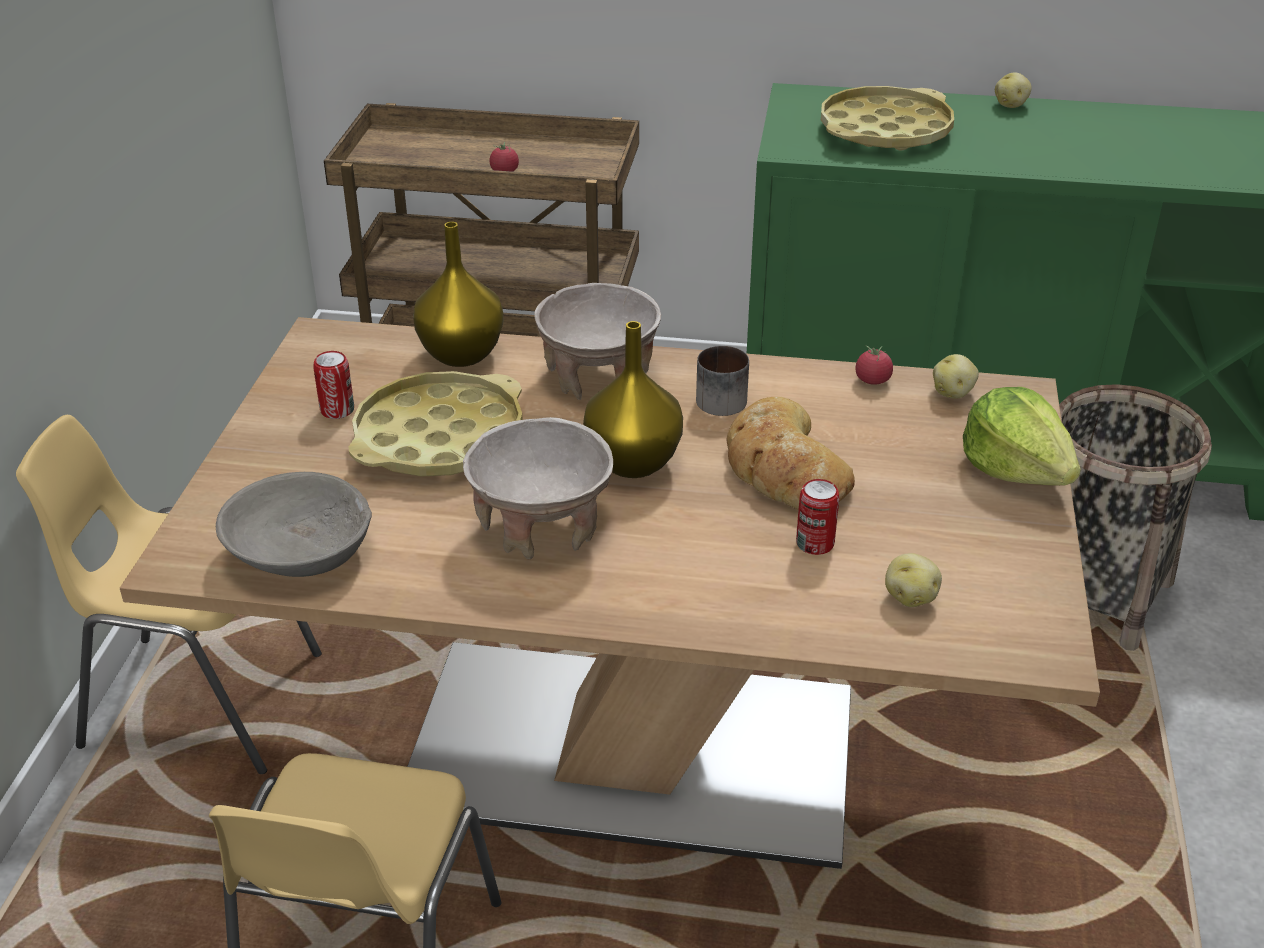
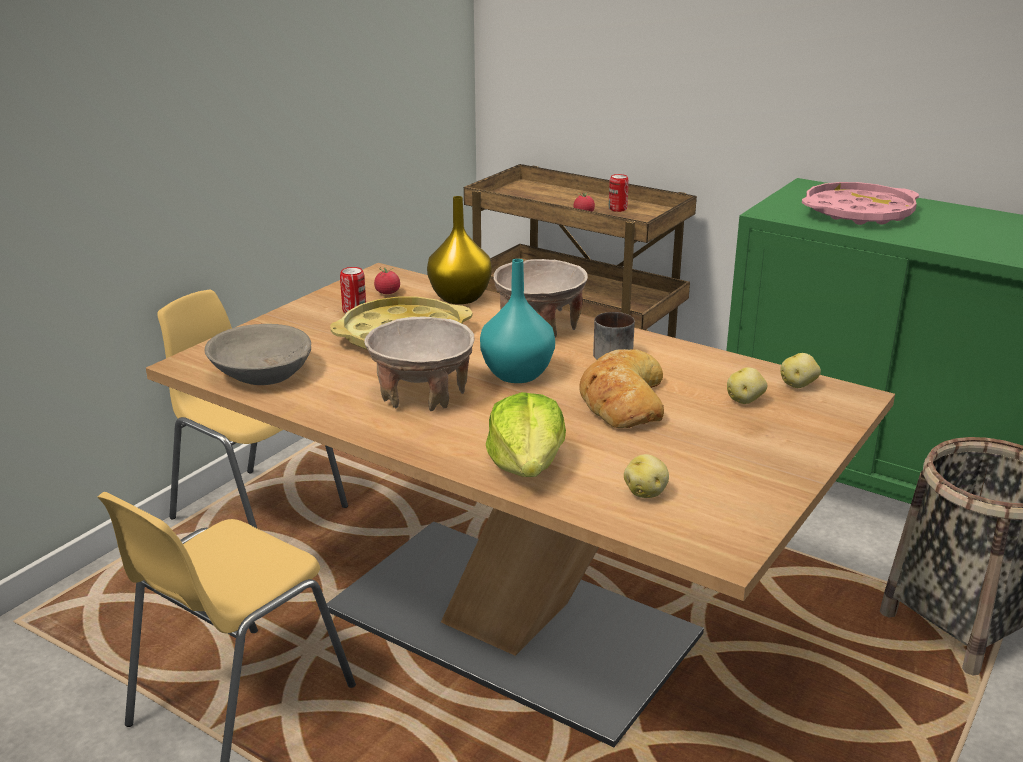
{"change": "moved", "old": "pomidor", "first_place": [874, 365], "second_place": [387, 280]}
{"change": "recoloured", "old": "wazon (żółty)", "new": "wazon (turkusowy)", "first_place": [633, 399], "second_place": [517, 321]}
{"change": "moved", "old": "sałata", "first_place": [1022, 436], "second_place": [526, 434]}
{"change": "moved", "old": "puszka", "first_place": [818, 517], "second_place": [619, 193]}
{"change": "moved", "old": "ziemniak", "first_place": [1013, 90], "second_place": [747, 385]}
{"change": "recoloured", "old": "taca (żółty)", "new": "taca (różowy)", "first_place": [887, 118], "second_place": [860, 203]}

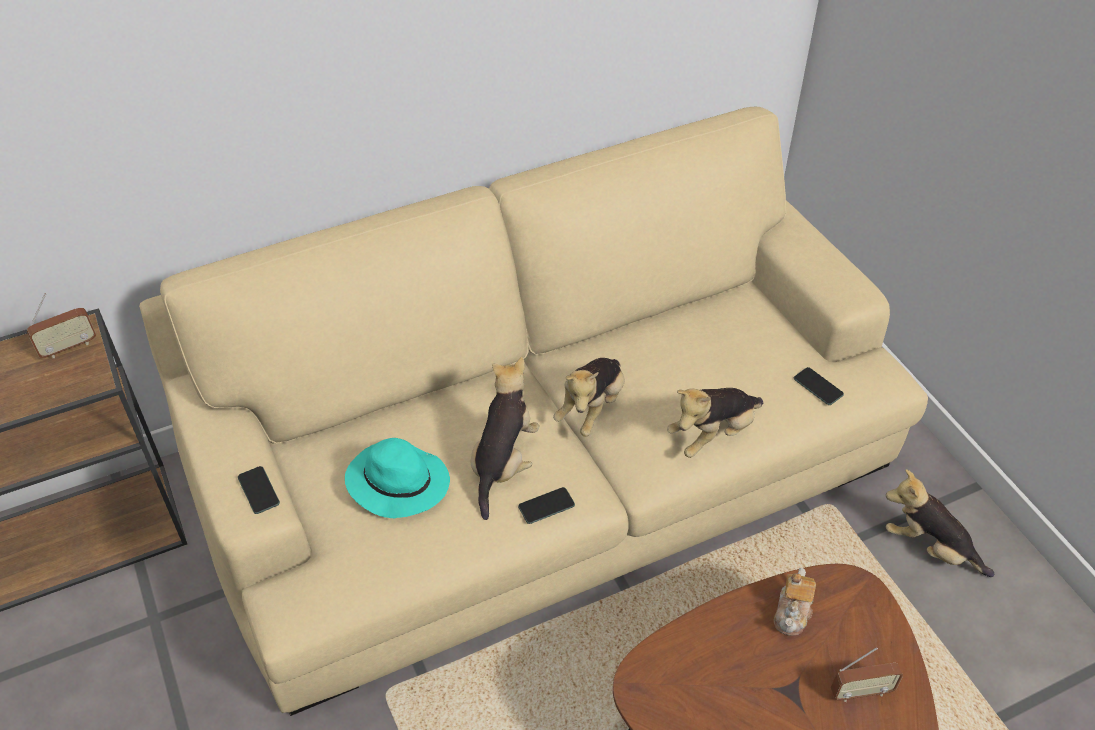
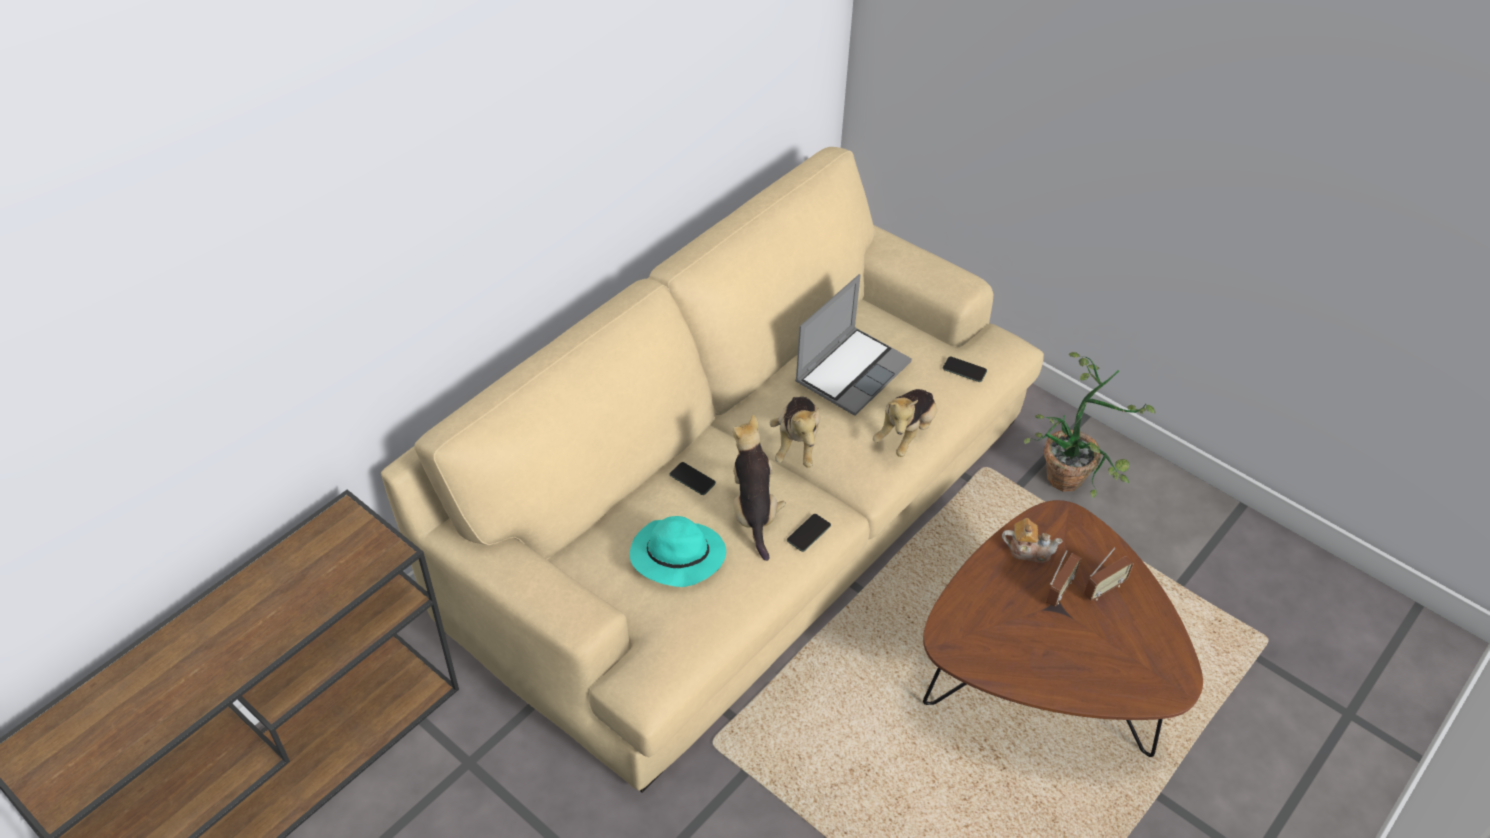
{"change": "moved", "old": "telefon", "first_place": [259, 490], "second_place": [693, 478]}
{"change": "added", "new": "laptop", "second_place": [853, 345]}
{"change": "turned", "old": "imbryk", "first_place": [795, 602], "second_place": [1032, 540], "degrees": -75}
{"change": "replaced", "old": "pluszak", "new": "roślina doniczkowa", "first_place": [940, 523], "second_place": [1090, 425]}
{"change": "moved", "old": "radio", "first_place": [61, 325], "second_place": [1064, 578]}

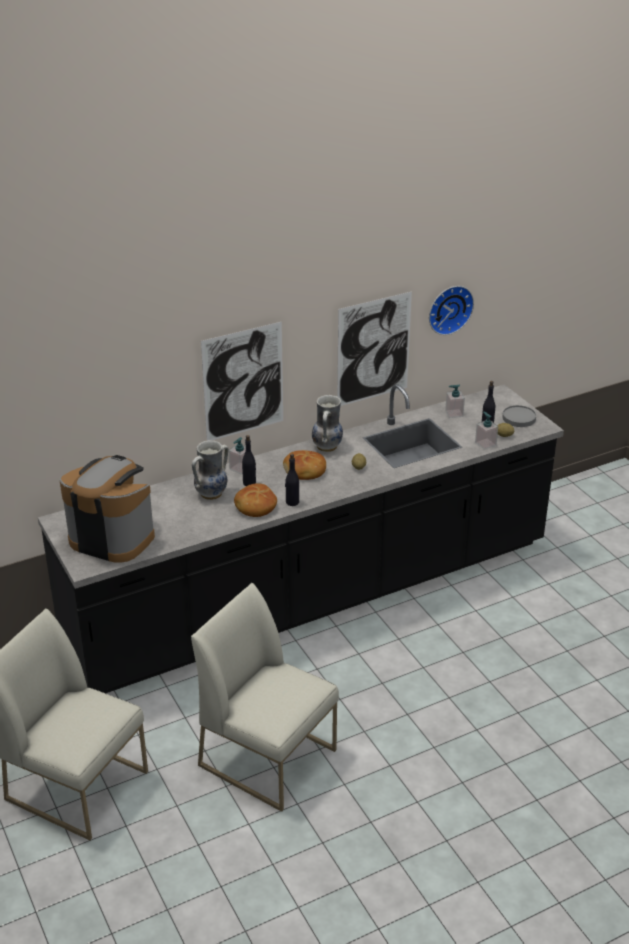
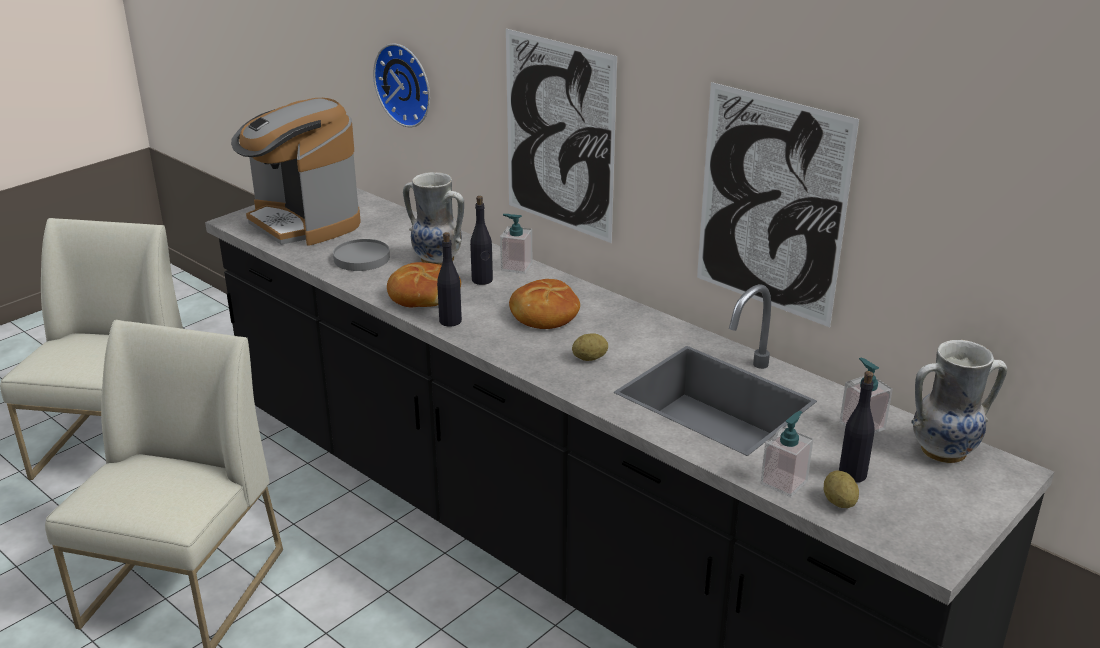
{"change": "turned", "old": "ekspres do kawy", "first_place": [107, 509], "second_place": [296, 172], "degrees": 135}
{"change": "moved", "old": "talerz (szary)", "first_place": [519, 416], "second_place": [361, 255]}
{"change": "moved", "old": "zegar ścienny", "first_place": [451, 310], "second_place": [401, 85]}
{"change": "moved", "old": "wazon", "first_place": [327, 423], "second_place": [959, 401]}

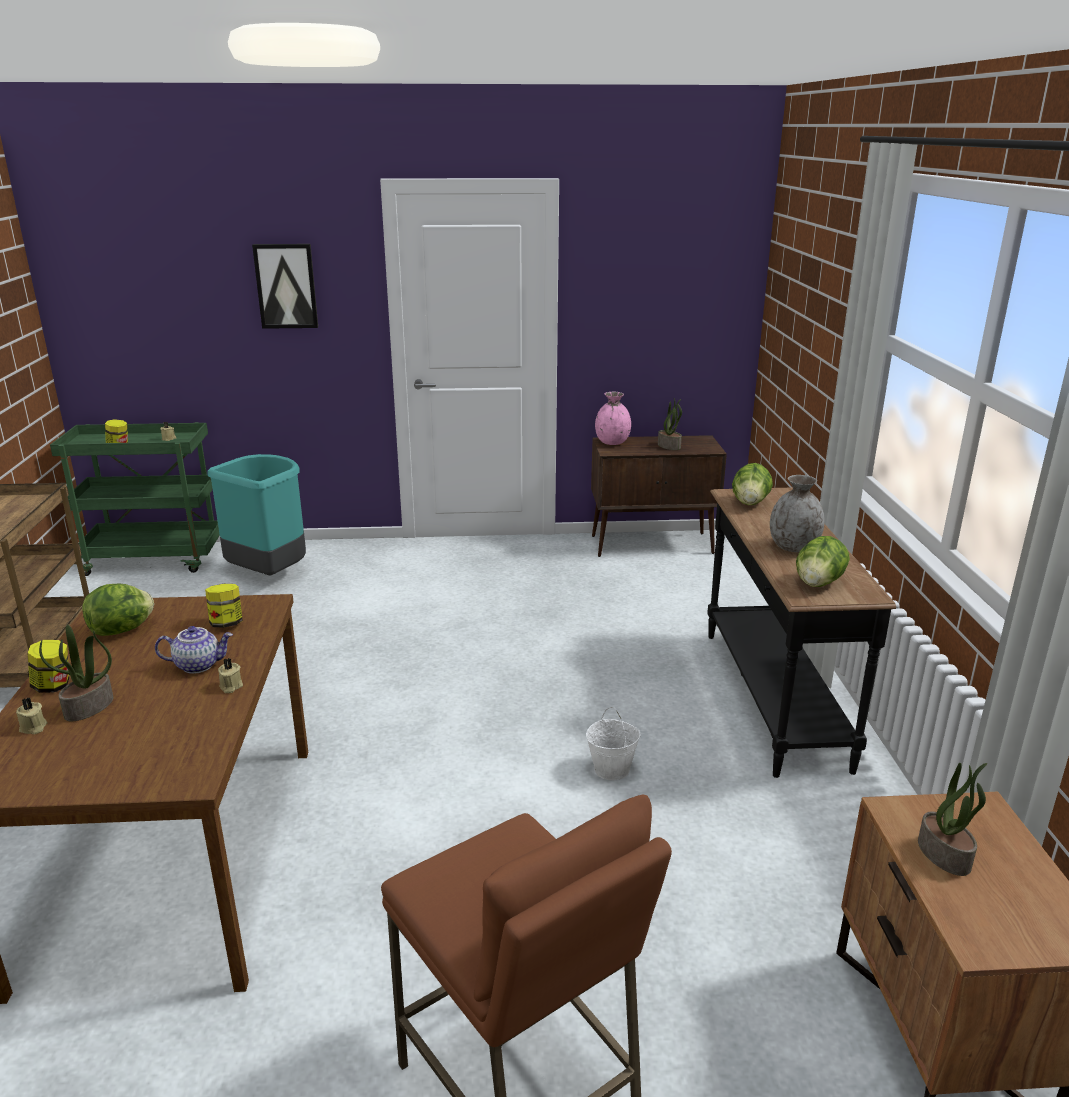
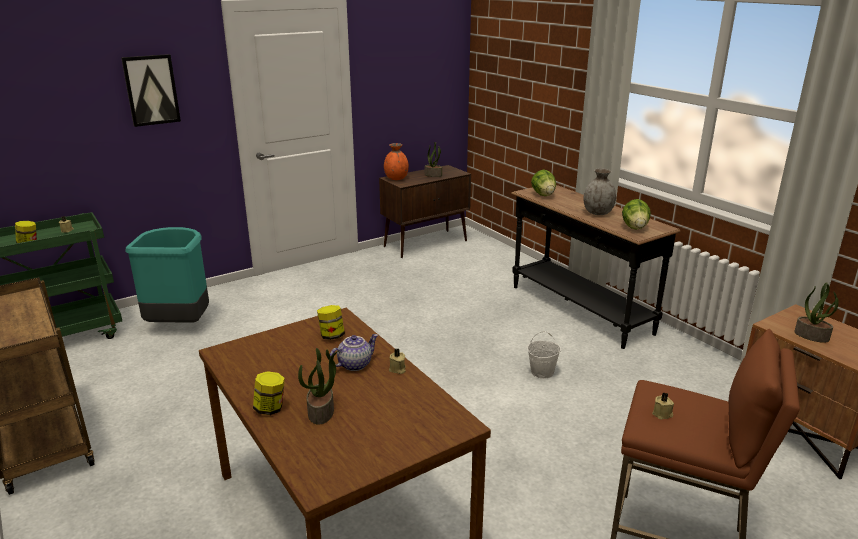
{"change": "recoloured", "old": "wazon (różowy)", "new": "wazon (pomarańczowy)", "first_place": [613, 418], "second_place": [396, 161]}
{"change": "moved", "old": "świeca (beżowy)", "first_place": [31, 716], "second_place": [663, 406]}
{"change": "removed", "old": "sałata", "first_place": [118, 610]}

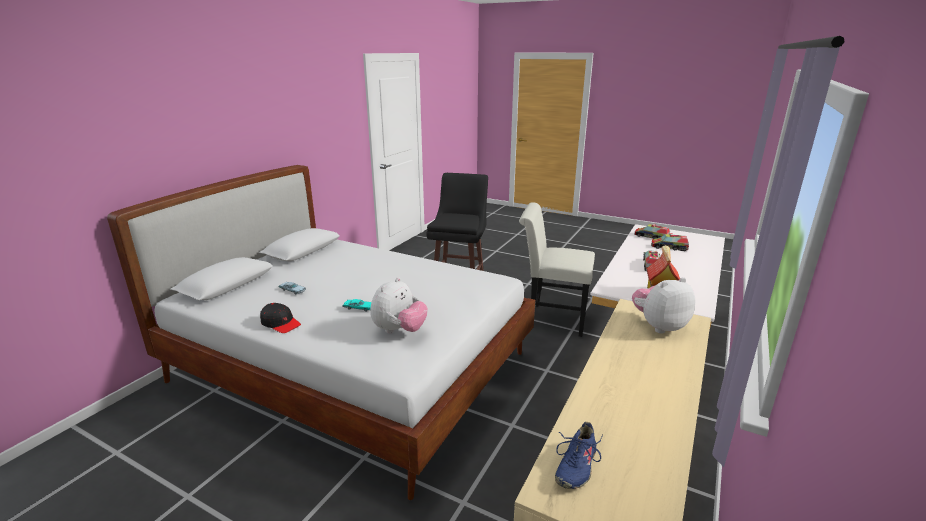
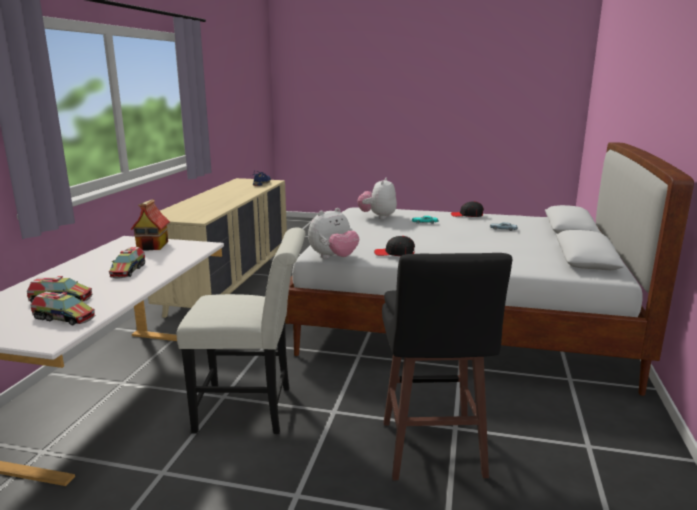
{"change": "moved", "old": "pluszak", "first_place": [664, 305], "second_place": [333, 233]}
{"change": "added", "new": "czapka z daszkiem (czarny)", "second_place": [394, 246]}

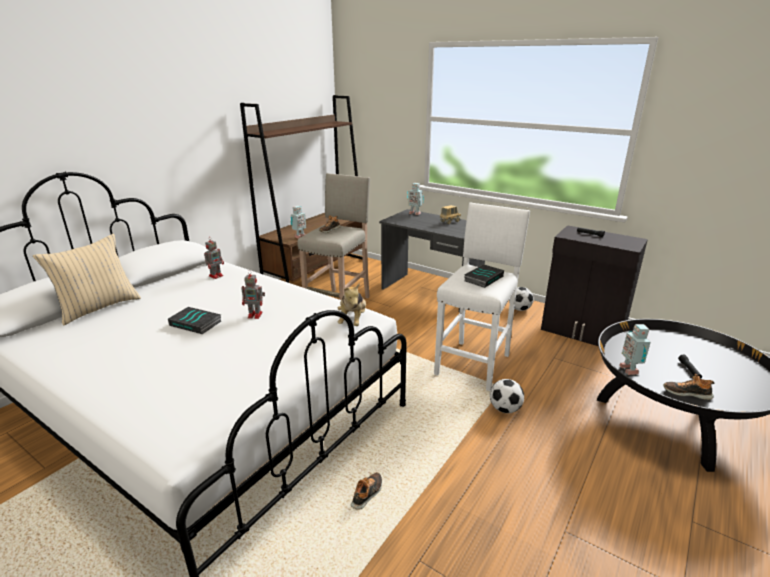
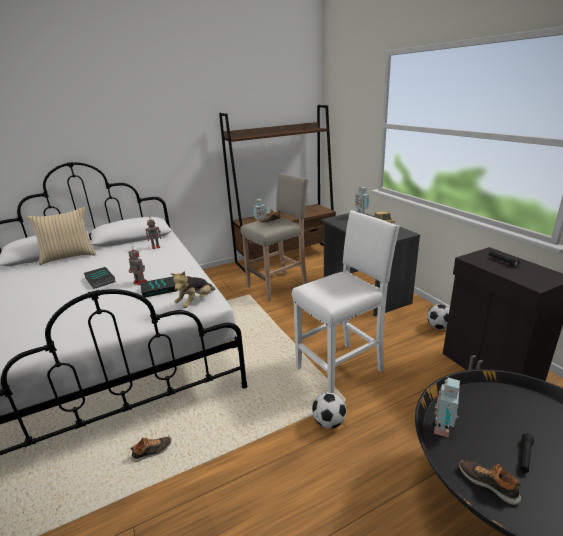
{"change": "moved", "old": "książka", "first_place": [484, 276], "second_place": [158, 287]}

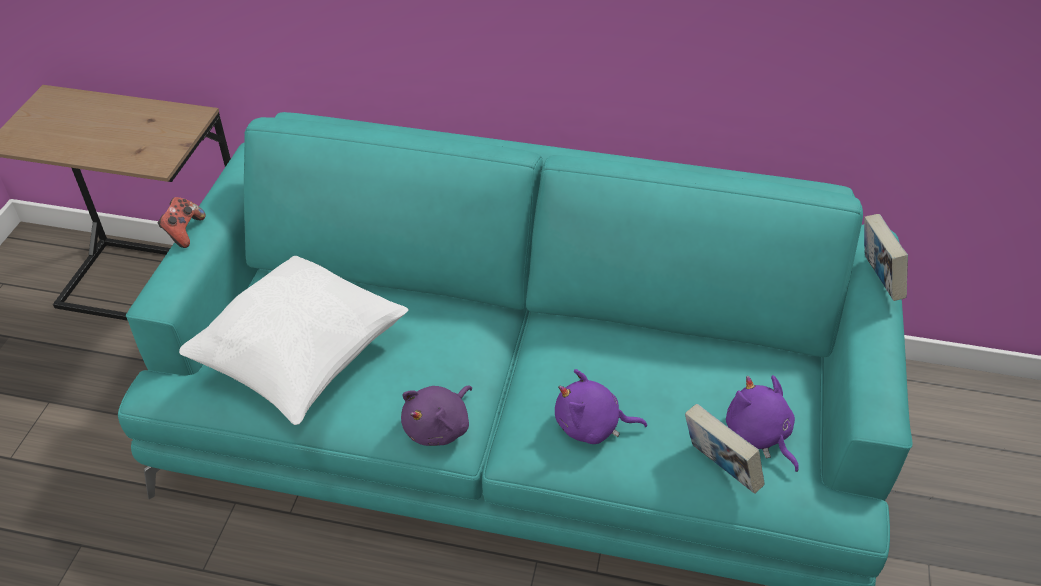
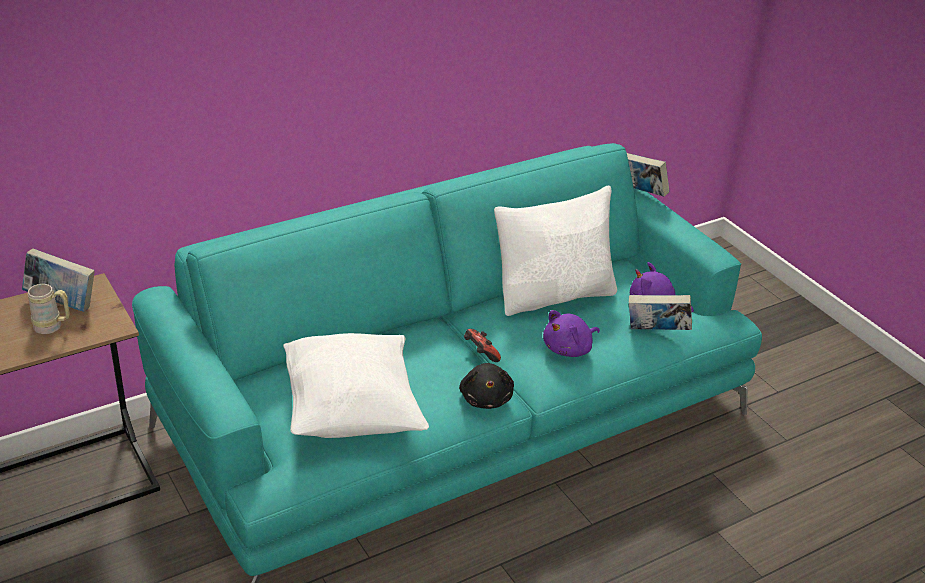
{"change": "added", "new": "książka", "second_place": [58, 280]}
{"change": "added", "new": "kubek (beżowy)", "second_place": [49, 309]}
{"change": "recoloured", "old": "pluszak (fioletowy)", "new": "pluszak (czarny)", "first_place": [436, 416], "second_place": [486, 386]}
{"change": "moved", "old": "pad do gier", "first_place": [182, 222], "second_place": [482, 345]}
{"change": "added", "new": "poduszka (biały)", "second_place": [555, 250]}

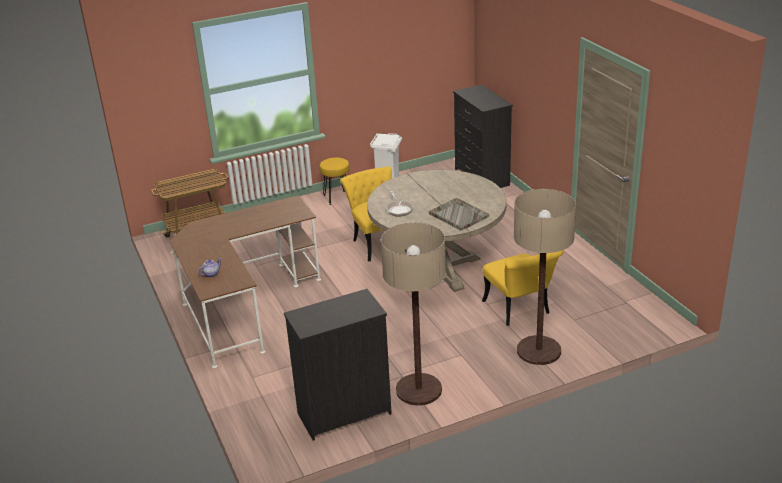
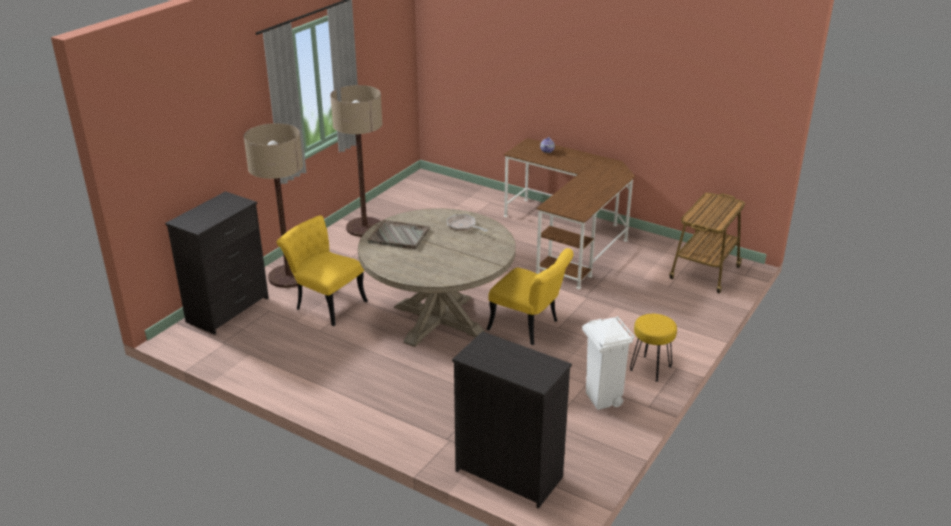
{"change": "moved", "old": "komoda (czarny)", "first_place": [338, 365], "second_place": [217, 263]}

